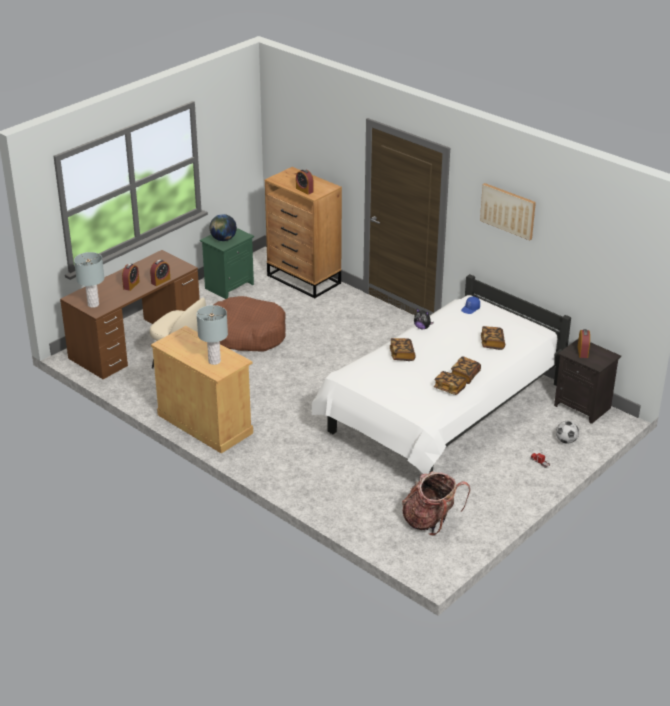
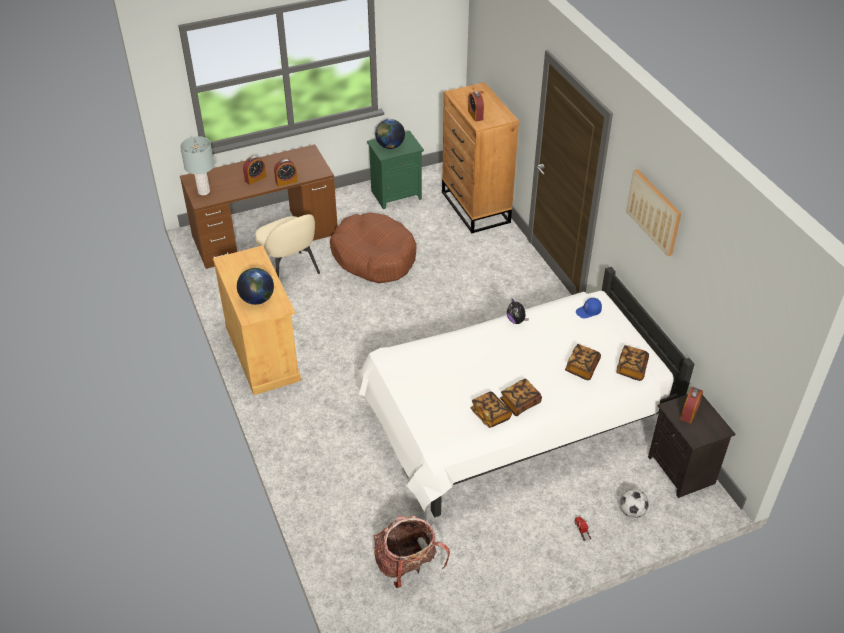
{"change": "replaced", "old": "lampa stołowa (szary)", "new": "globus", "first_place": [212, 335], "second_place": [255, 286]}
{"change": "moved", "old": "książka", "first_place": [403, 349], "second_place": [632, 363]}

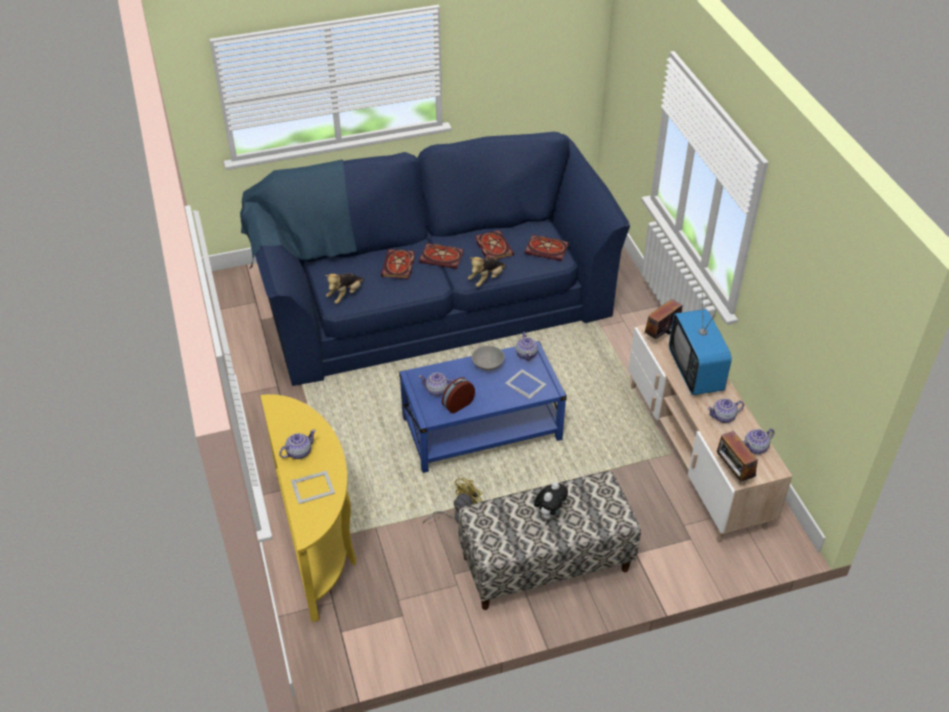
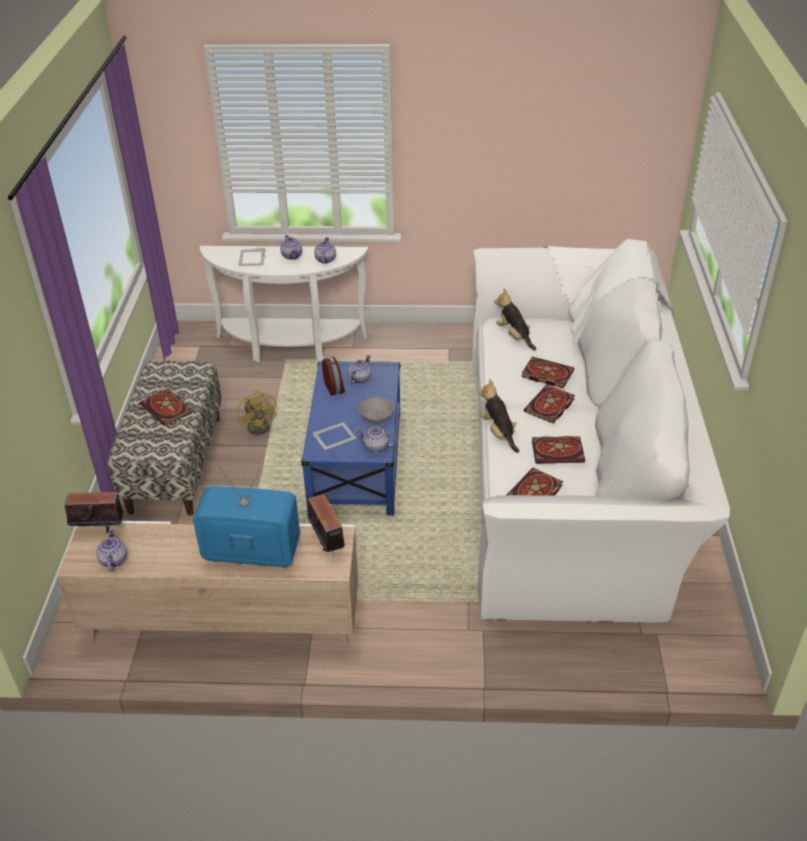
{"change": "replaced", "old": "pluszak", "new": "książka", "first_place": [551, 501], "second_place": [166, 407]}
{"change": "recoloured", "old": "stolik konsolowy (żółty)", "new": "stolik konsolowy (biały)", "first_place": [308, 508], "second_place": [284, 304]}
{"change": "moved", "old": "imbryk", "first_place": [725, 410], "second_place": [325, 250]}
{"change": "recoloured", "old": "kanapa (niebieski)", "new": "kanapa (biały)", "first_place": [435, 259], "second_place": [601, 431]}

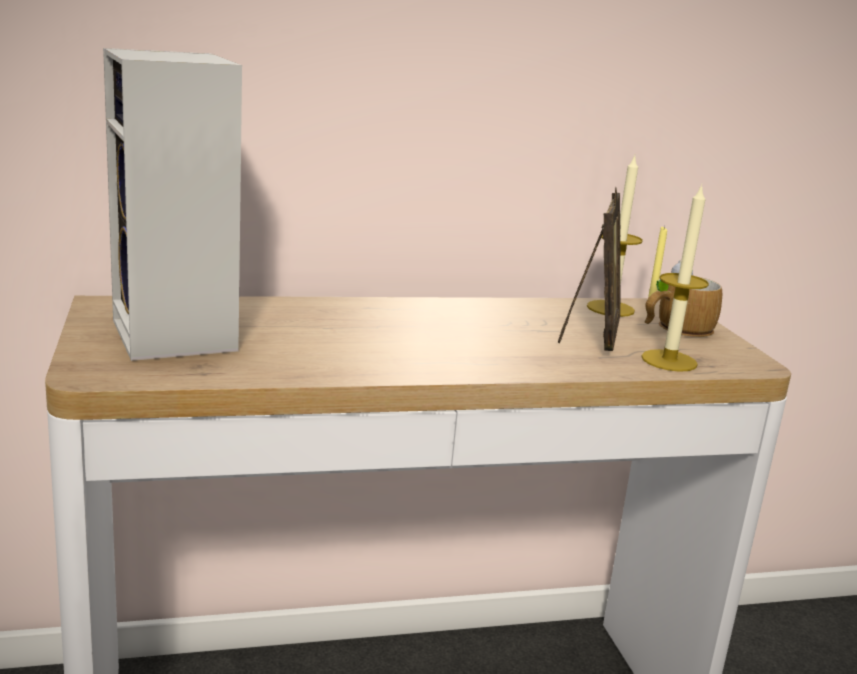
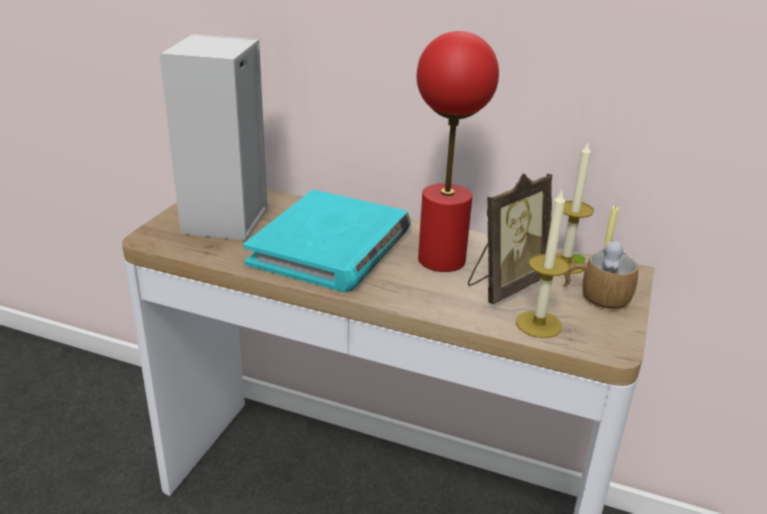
{"change": "added", "new": "książka (turkusowy)", "second_place": [327, 241]}
{"change": "added", "new": "lampa stołowa (czerwony)", "second_place": [458, 151]}

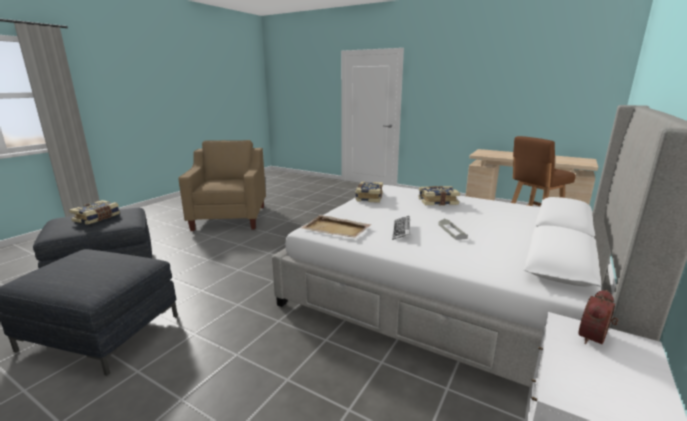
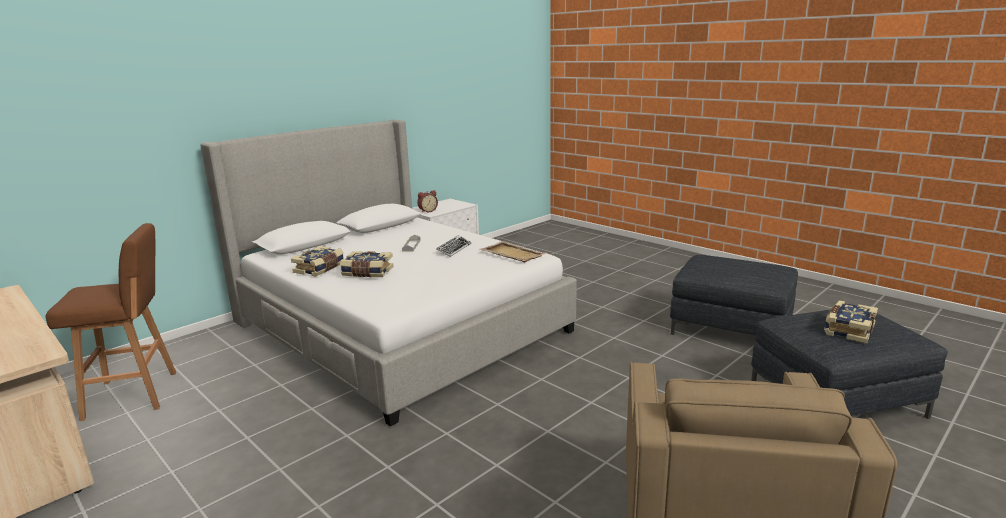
{"change": "moved", "old": "książka", "first_place": [369, 192], "second_place": [317, 261]}

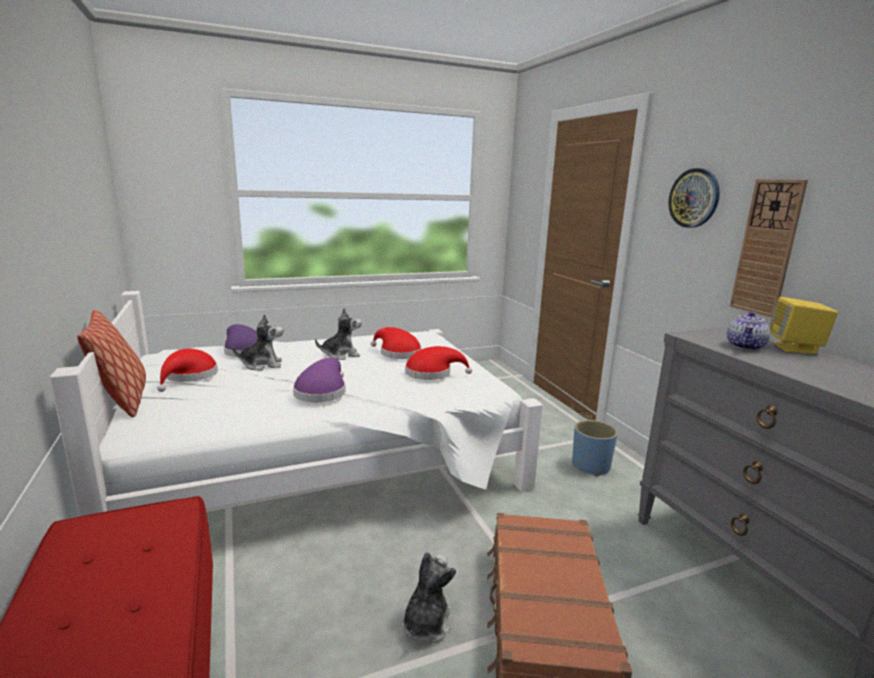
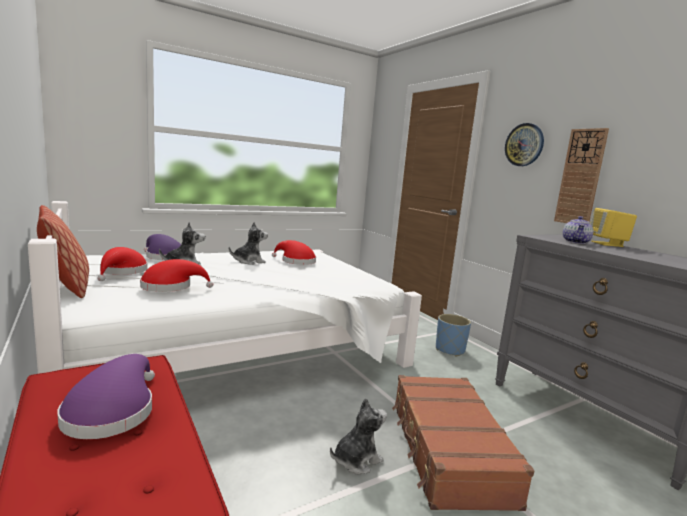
{"change": "moved", "old": "kapelusz (fioletowy)", "first_place": [319, 380], "second_place": [106, 396]}
{"change": "moved", "old": "kapelusz (czerwony)", "first_place": [438, 363], "second_place": [176, 275]}
{"change": "turned", "old": "pluszak", "first_place": [428, 598], "second_place": [358, 436], "degrees": 45}

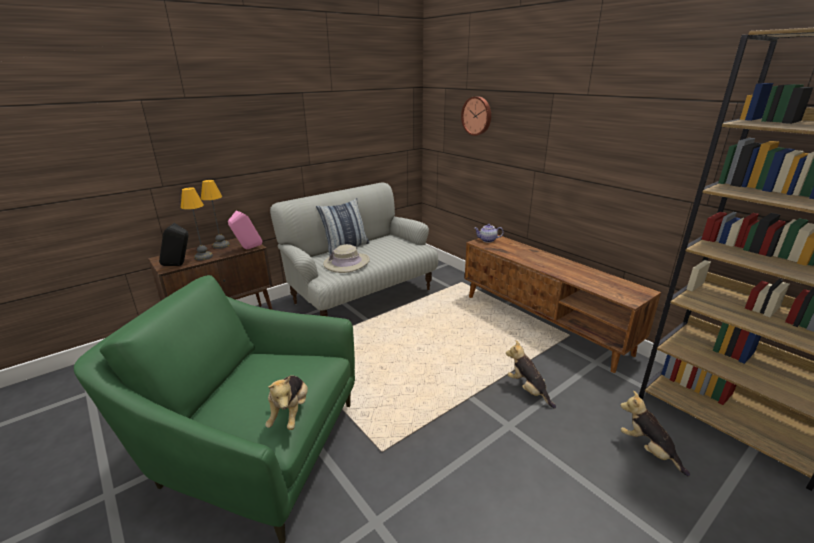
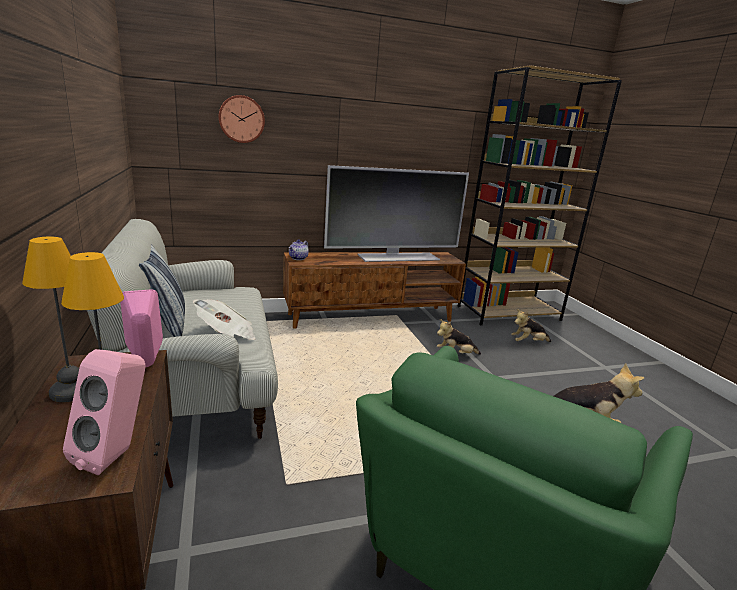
{"change": "recoloured", "old": "głośnik (czarny)", "new": "głośnik (różowy)", "first_place": [174, 244], "second_place": [104, 412]}
{"change": "replaced", "old": "kapelusz (beżowy)", "new": "gazeta", "first_place": [346, 258], "second_place": [224, 319]}
{"change": "added", "new": "telewizor", "second_place": [396, 213]}

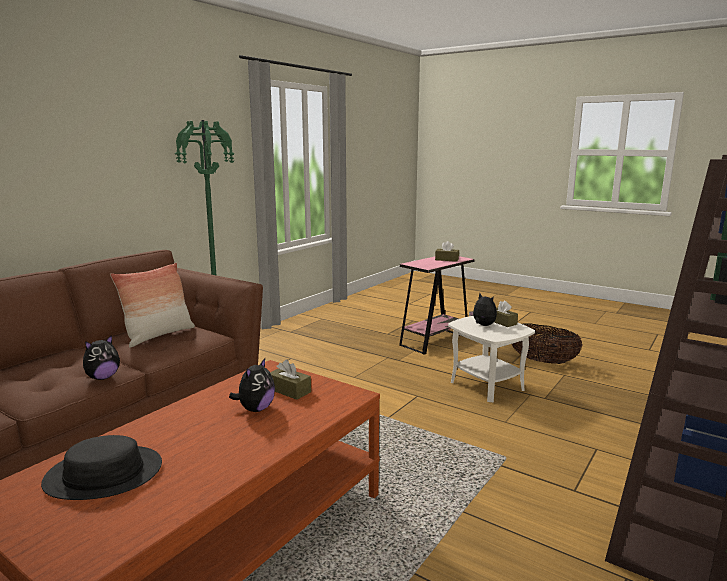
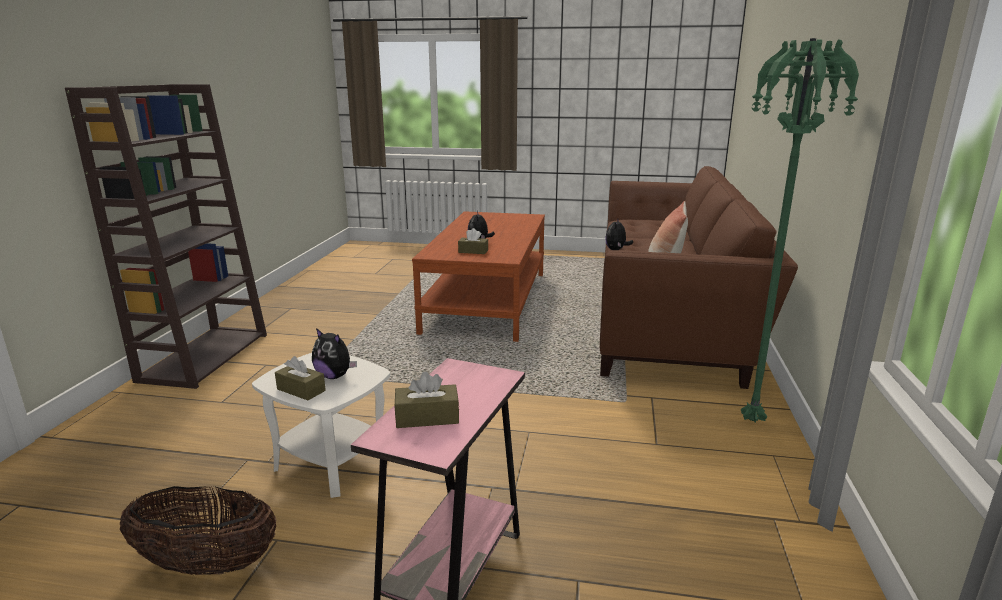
{"change": "removed", "old": "kapelusz (czarny)", "first_place": [101, 467]}

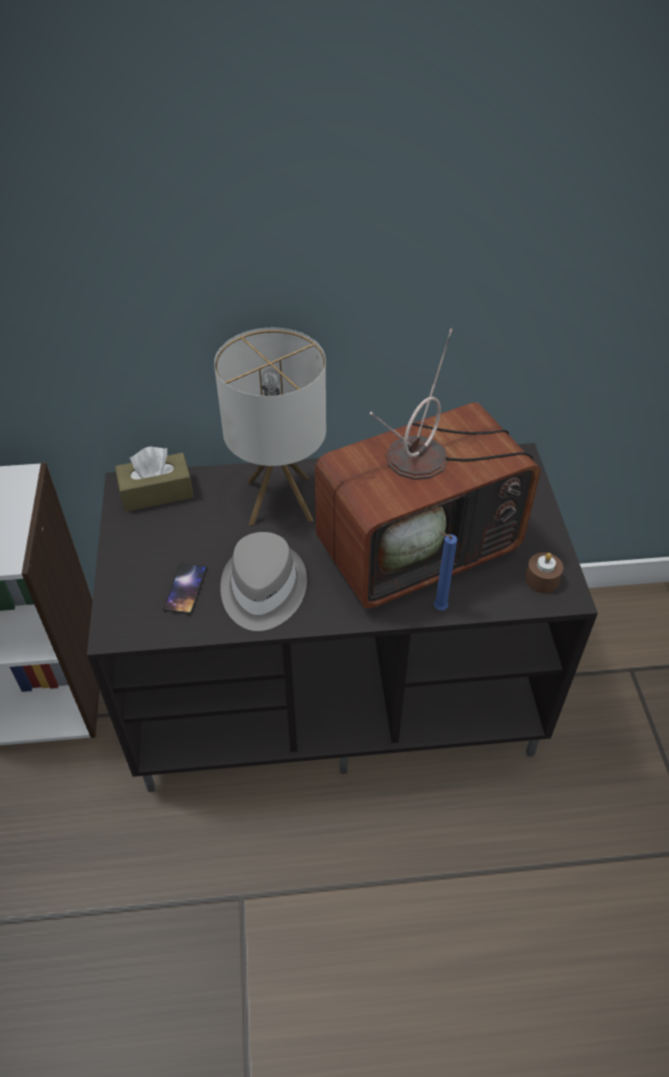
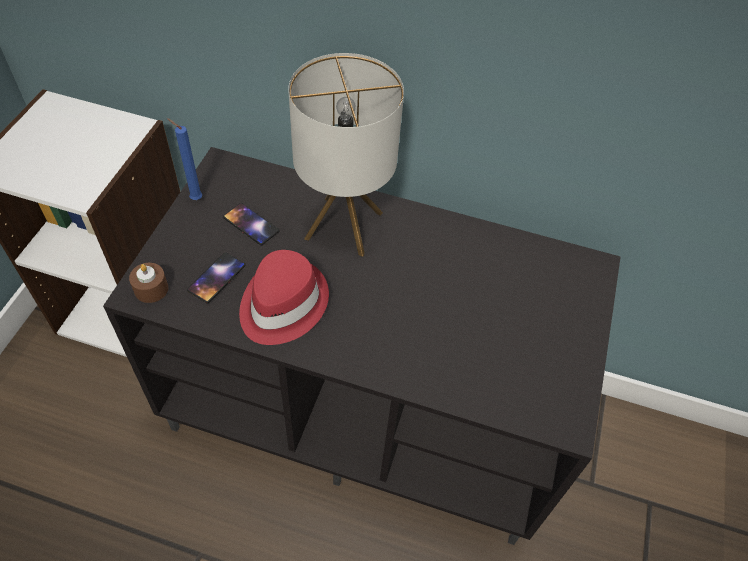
{"change": "moved", "old": "świeca (brązowy)", "first_place": [544, 573], "second_place": [148, 283]}
{"change": "moved", "old": "świeca (niebieski)", "first_place": [445, 571], "second_place": [184, 159]}
{"change": "added", "new": "telefon", "second_place": [251, 224]}
{"change": "recoloured", "old": "kapelusz (szary)", "new": "kapelusz (czerwony)", "first_place": [263, 581], "second_place": [284, 297]}
{"change": "removed", "old": "pudełko chusteczek (brązowy)", "first_place": [154, 479]}
{"change": "removed", "old": "telewizor", "first_place": [427, 468]}

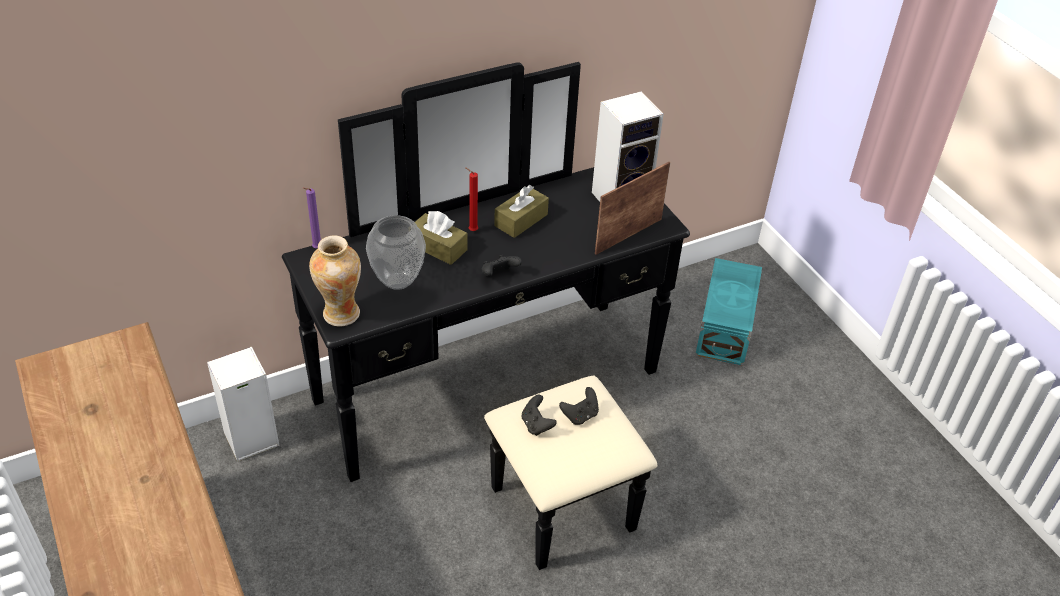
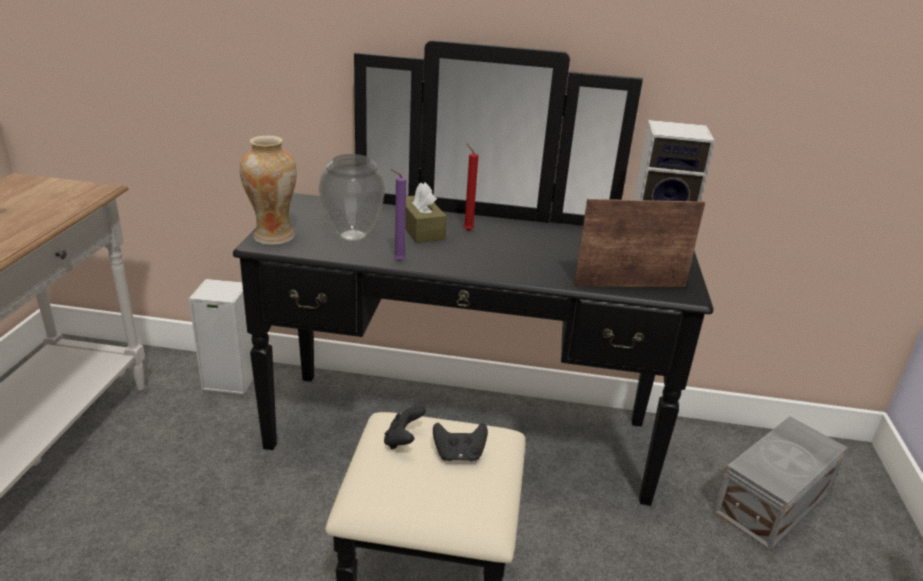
{"change": "moved", "old": "świeca (fioletowy)", "first_place": [312, 218], "second_place": [398, 215]}
{"change": "recoloured", "old": "pojemnik do przechowywania (turkusowy)", "new": "pojemnik do przechowywania (szary)", "first_place": [728, 312], "second_place": [780, 483]}
{"change": "removed", "old": "pad do gier (czarny)", "first_place": [501, 265]}
{"change": "removed", "old": "pudełko chusteczek (brązowy)", "first_place": [521, 211]}

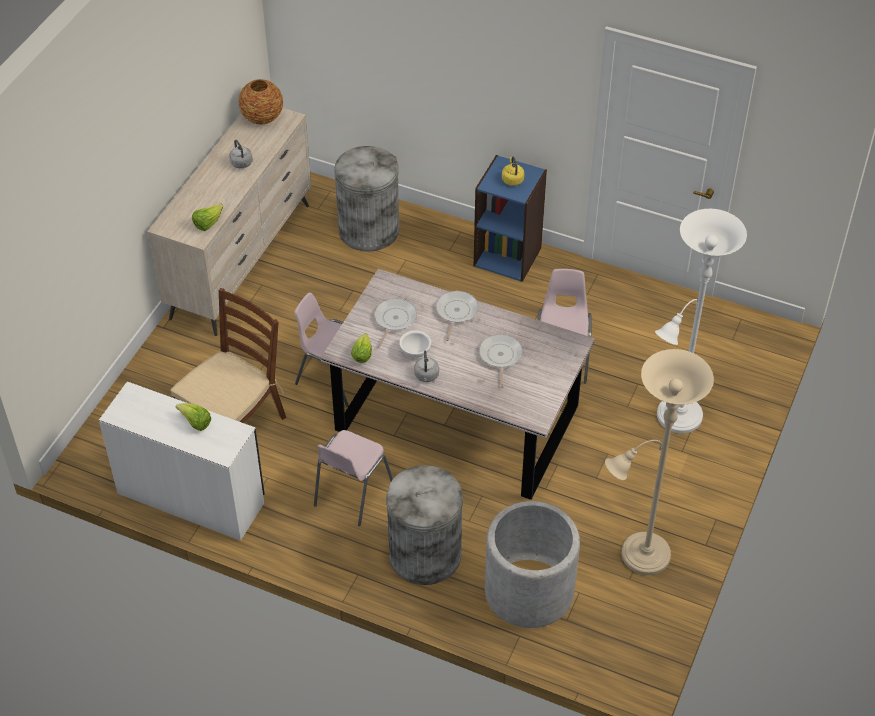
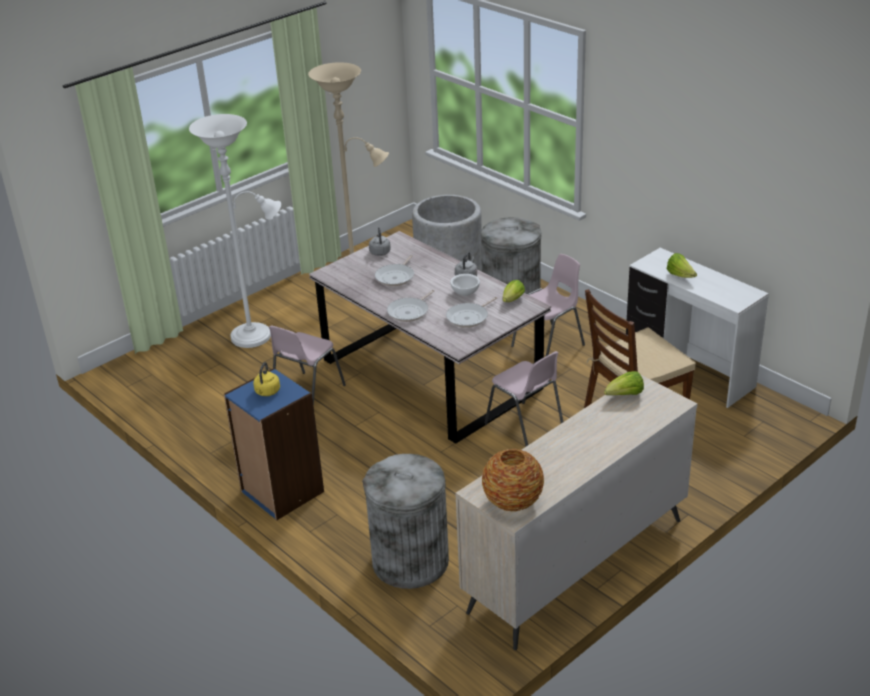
{"change": "moved", "old": "czajnik (szary)", "first_place": [241, 154], "second_place": [380, 241]}

